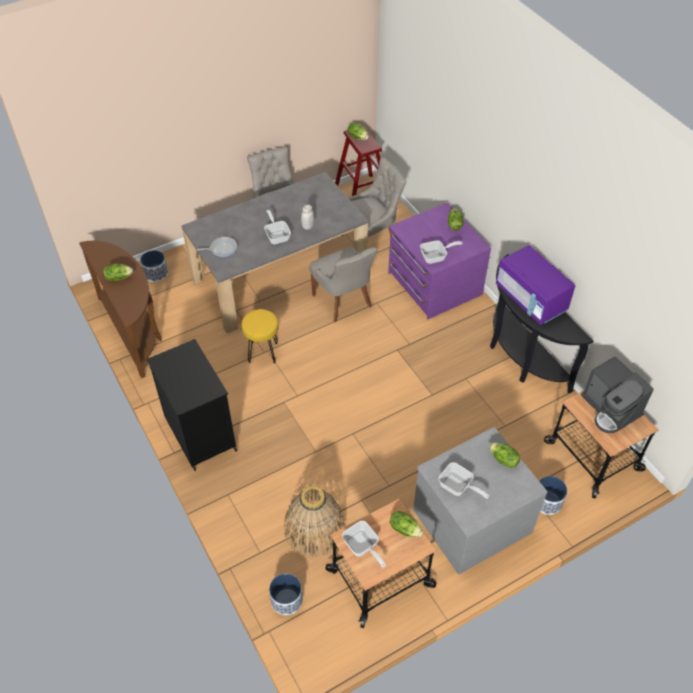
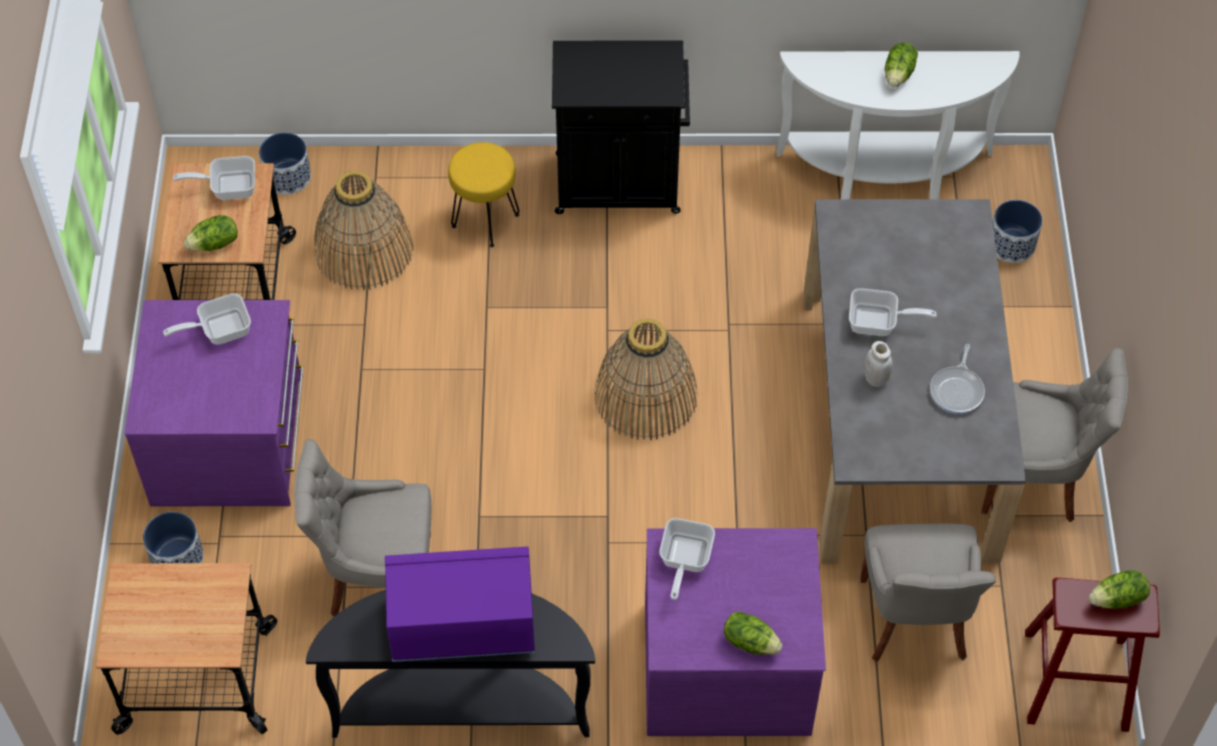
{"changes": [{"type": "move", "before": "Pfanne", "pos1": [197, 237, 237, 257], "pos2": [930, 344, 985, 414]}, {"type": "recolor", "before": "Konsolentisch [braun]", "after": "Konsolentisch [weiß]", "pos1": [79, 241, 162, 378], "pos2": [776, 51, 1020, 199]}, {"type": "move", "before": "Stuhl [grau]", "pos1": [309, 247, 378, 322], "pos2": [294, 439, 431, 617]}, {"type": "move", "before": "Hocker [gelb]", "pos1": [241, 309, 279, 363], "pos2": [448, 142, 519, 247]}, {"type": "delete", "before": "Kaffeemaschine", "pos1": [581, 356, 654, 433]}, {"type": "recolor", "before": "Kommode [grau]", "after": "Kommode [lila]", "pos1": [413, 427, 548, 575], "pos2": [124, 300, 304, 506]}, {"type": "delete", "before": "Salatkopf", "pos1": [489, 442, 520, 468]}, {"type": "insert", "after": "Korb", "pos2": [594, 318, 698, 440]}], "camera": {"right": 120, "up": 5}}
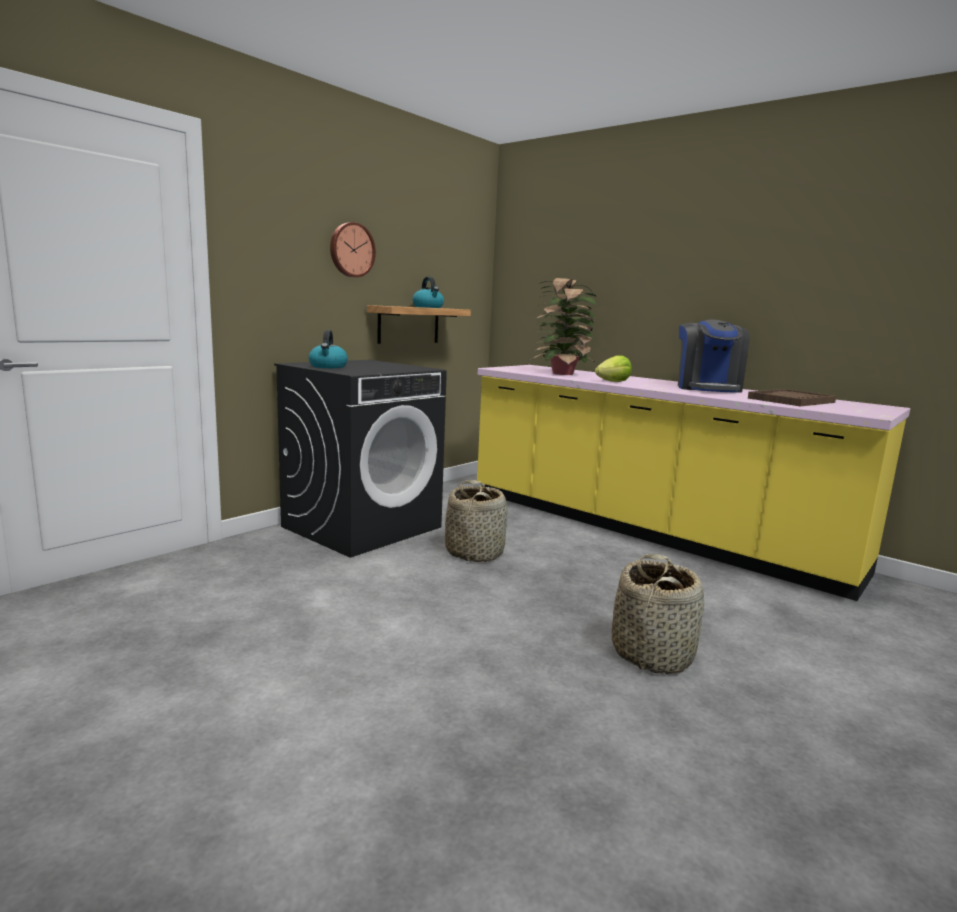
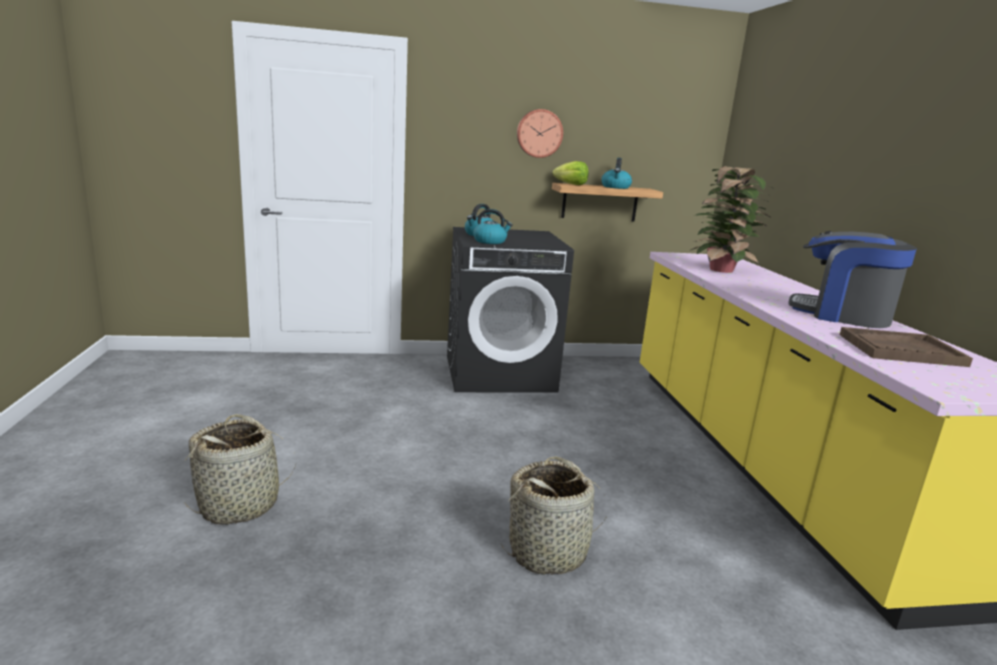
{"changes": [{"type": "rotate", "before": "Kaffeemaschine", "pos1": [678, 320, 750, 393], "pos2": [788, 231, 917, 328], "turn": 75}, {"type": "move", "before": "Salatkopf", "pos1": [595, 355, 632, 382], "pos2": [552, 161, 589, 185]}, {"type": "move", "before": "Korb", "pos1": [445, 480, 508, 562], "pos2": [184, 414, 296, 525]}, {"type": "insert", "after": "Wasserkessel", "pos2": [473, 209, 513, 244]}], "camera": {"right": 40, "up": 5}}
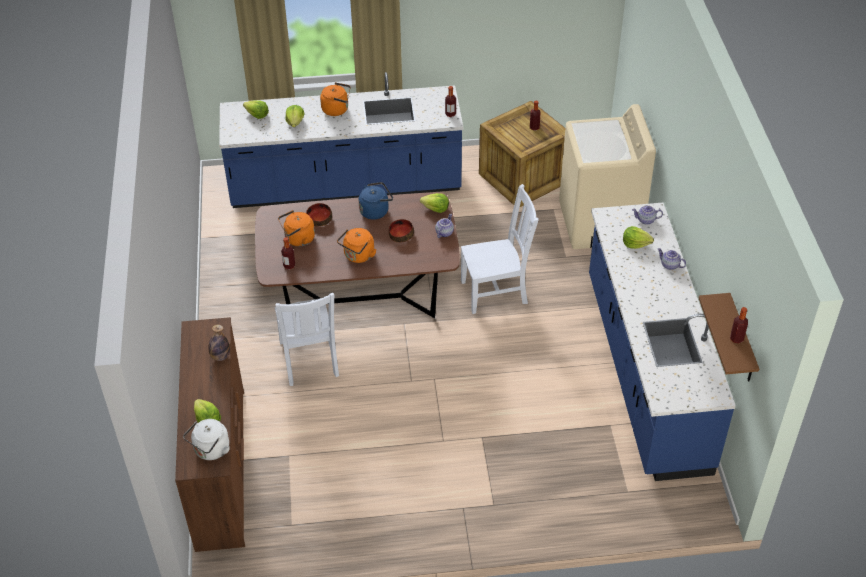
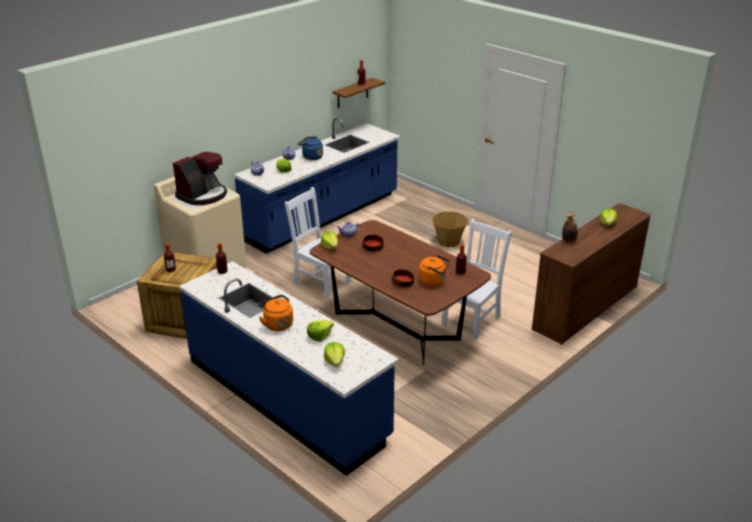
{"changes": [{"type": "move", "before": "Wasserkessel [blau]", "pos1": [359, 182, 393, 220], "pos2": [298, 136, 323, 160]}, {"type": "delete", "before": "Wasserkessel [orange]", "pos1": [337, 228, 376, 263]}, {"type": "delete", "before": "Wasserkessel [weiß]", "pos1": [183, 419, 230, 460]}, {"type": "insert", "after": "Kaffeemaschine", "pos2": [173, 152, 227, 205]}, {"type": "insert", "after": "Korb", "pos2": [432, 212, 468, 247]}], "camera": {"right": -130, "up": -15}}
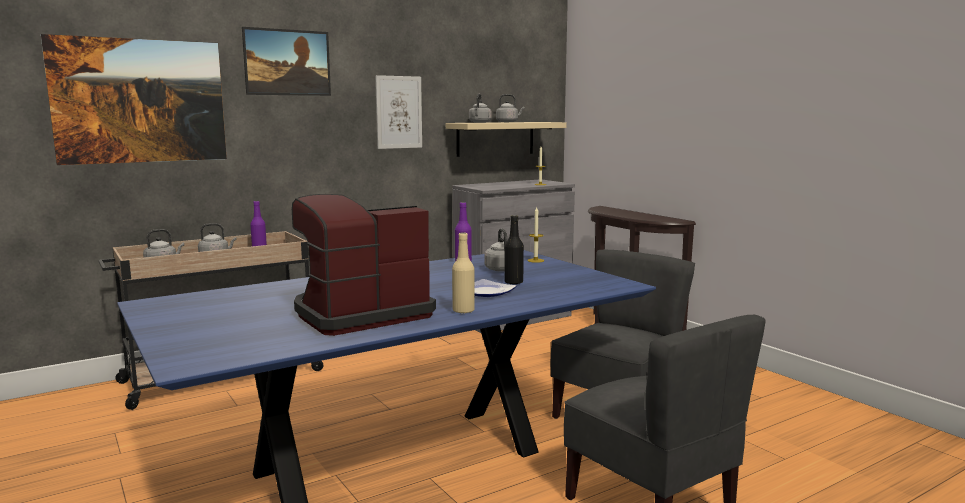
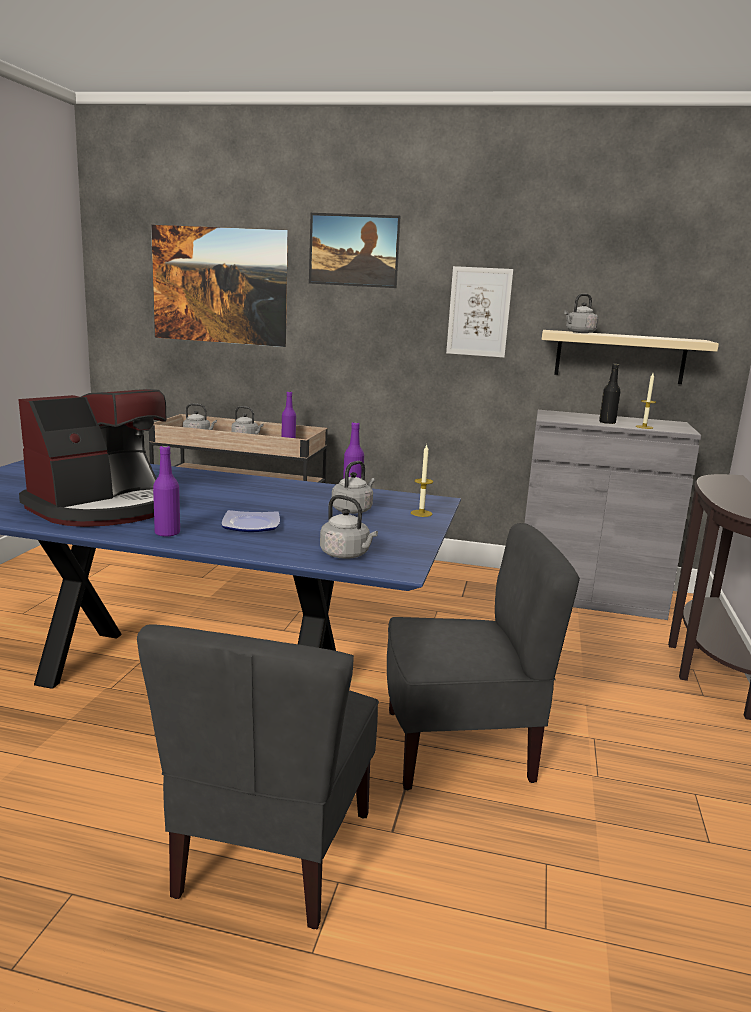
{"changes": [{"type": "move", "before": "Wasserkessel [grau]", "pos1": [496, 94, 525, 122], "pos2": [320, 495, 378, 559]}, {"type": "rotate", "before": "Kaffeemaschine", "pos1": [292, 194, 436, 336], "pos2": [18, 389, 167, 527], "turn": 120}, {"type": "move", "before": "Flasche [schwarz]", "pos1": [504, 215, 524, 284], "pos2": [599, 364, 621, 424]}, {"type": "recolor", "before": "Flasche [beige]", "after": "Flasche [lila]", "pos1": [452, 233, 475, 313], "pos2": [153, 446, 180, 537]}], "camera": {"right": 45, "up": 5}}
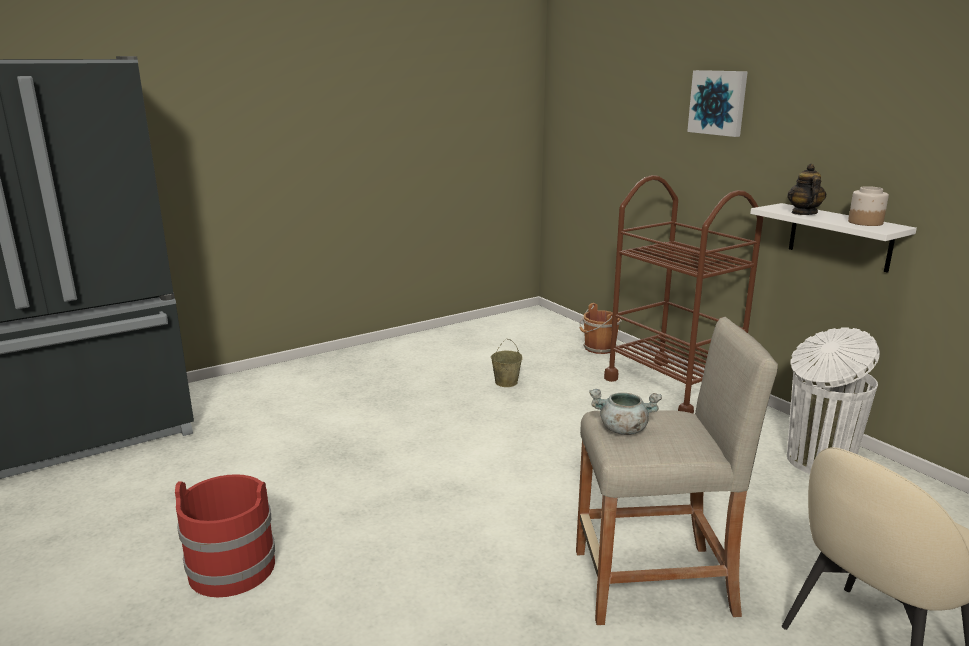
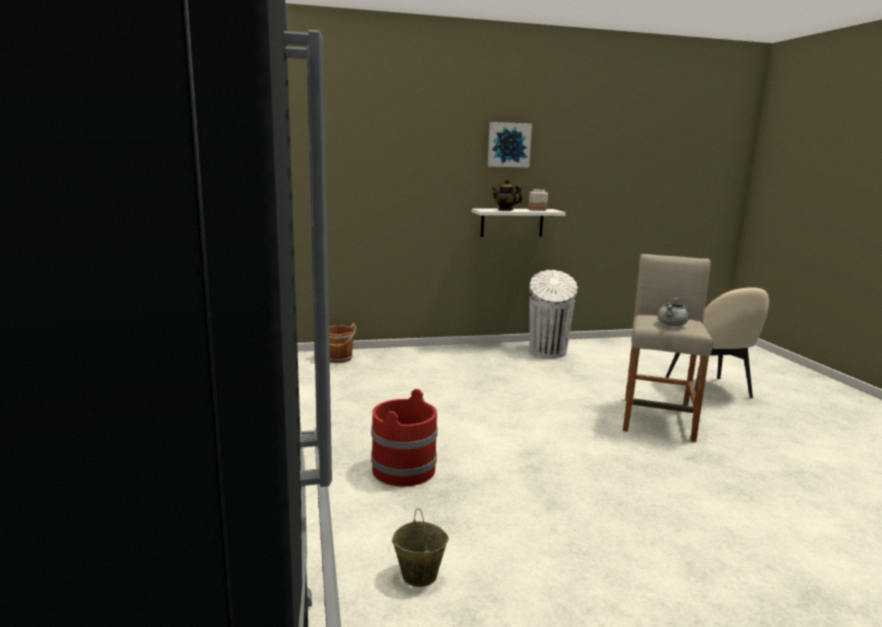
{"changes": [{"type": "move", "before": "Bild", "pos1": [687, 70, 748, 137], "pos2": [488, 122, 532, 168]}, {"type": "delete", "before": "Rollwagen [braun]", "pos1": [604, 175, 763, 414]}, {"type": "move", "before": "Eimer [beige]", "pos1": [491, 339, 523, 387], "pos2": [392, 509, 448, 587]}, {"type": "move", "before": "Eimer [rot]", "pos1": [175, 474, 275, 597], "pos2": [371, 389, 438, 487]}], "camera": {"right": -70, "up": -5}}
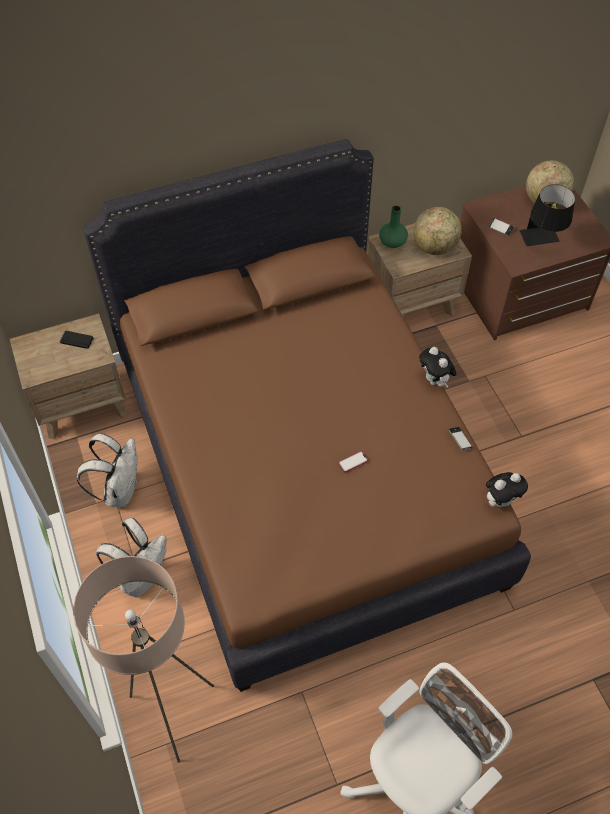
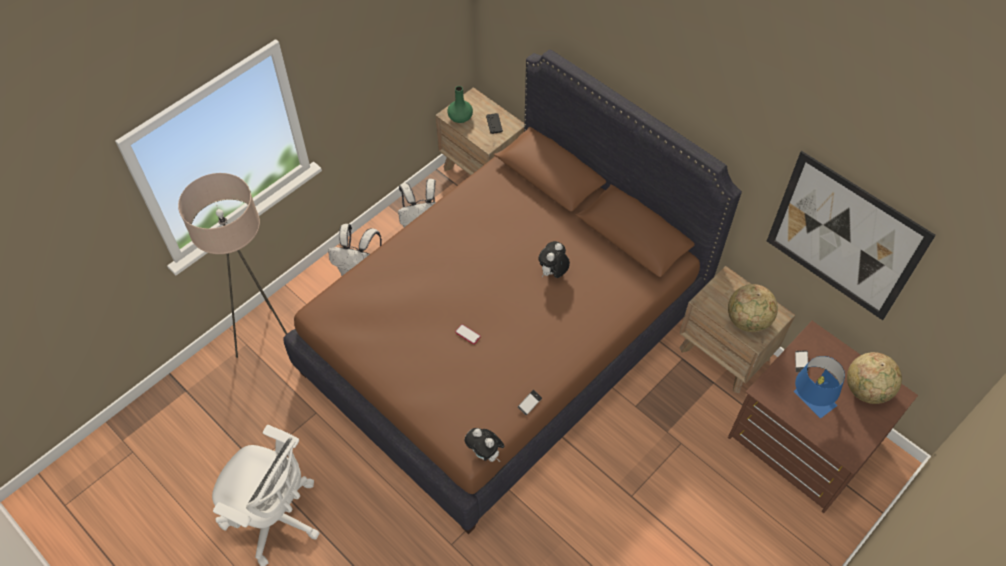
{"changes": [{"type": "recolor", "before": "Tischlampe [schwarz]", "after": "Tischlampe [blau]", "pos1": [520, 184, 575, 246], "pos2": [794, 356, 845, 418]}, {"type": "move", "before": "Vase [grün]", "pos1": [379, 205, 408, 248], "pos2": [447, 86, 473, 123]}, {"type": "move", "before": "Plüschtier", "pos1": [419, 347, 457, 388], "pos2": [538, 241, 570, 278]}, {"type": "insert", "after": "Bild", "pos2": [767, 151, 936, 320]}], "camera": {"right": 65, "up": 0}}
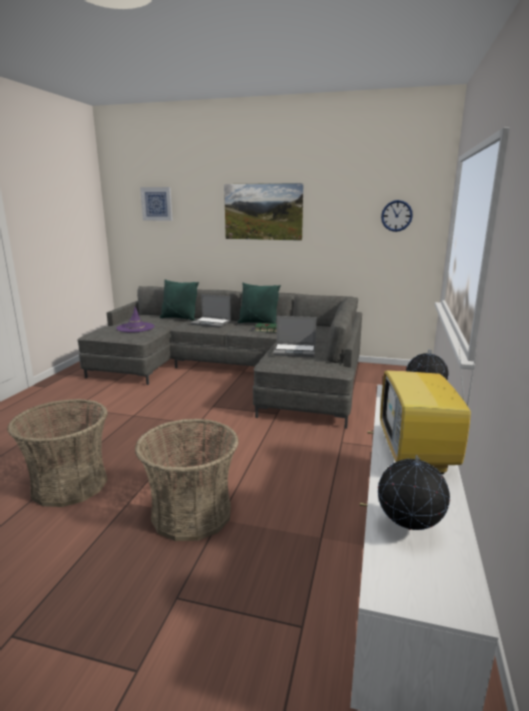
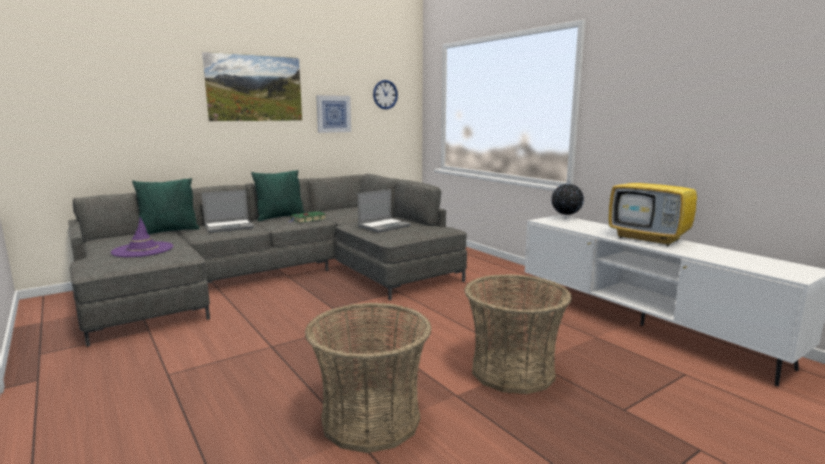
{"changes": [{"type": "move", "before": "Bild", "pos1": [140, 187, 173, 221], "pos2": [316, 95, 351, 133]}, {"type": "delete", "before": "Globus", "pos1": [378, 455, 450, 530]}], "camera": {"right": -50, "up": -5}}
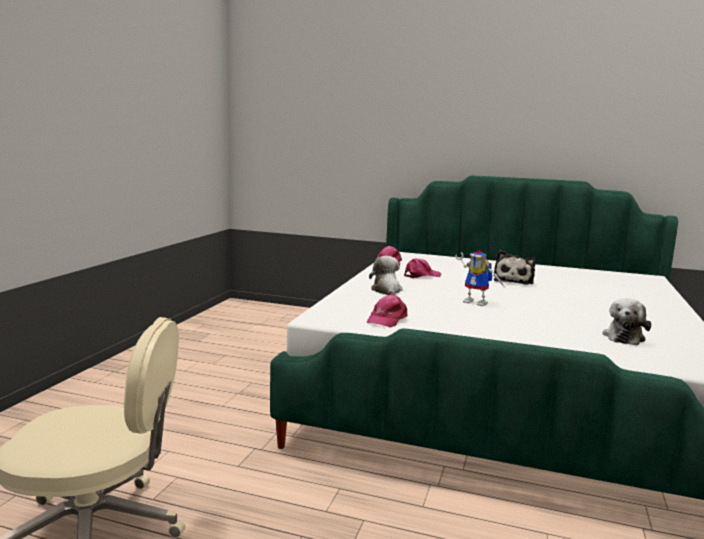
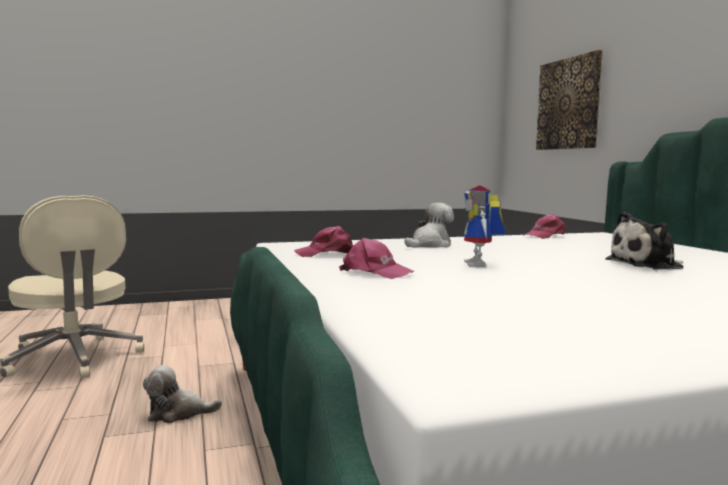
{"changes": [{"type": "move", "before": "Kappe [rosa]", "pos1": [404, 258, 442, 278], "pos2": [339, 238, 414, 279]}, {"type": "move", "before": "Plüschtier", "pos1": [602, 298, 651, 346], "pos2": [143, 365, 222, 423]}, {"type": "insert", "after": "Bild", "pos2": [536, 50, 603, 150]}], "camera": {"right": 55, "up": -5}}
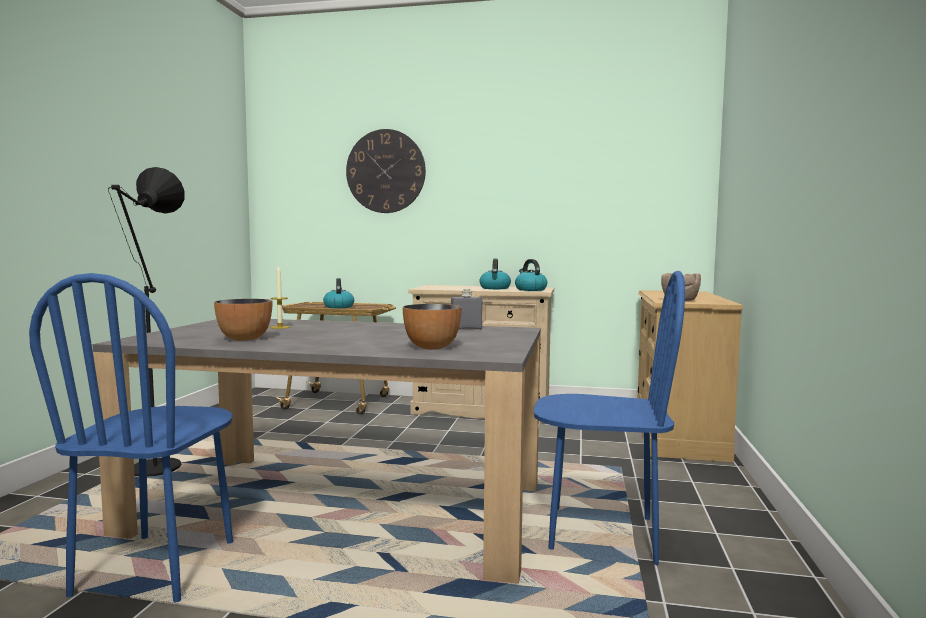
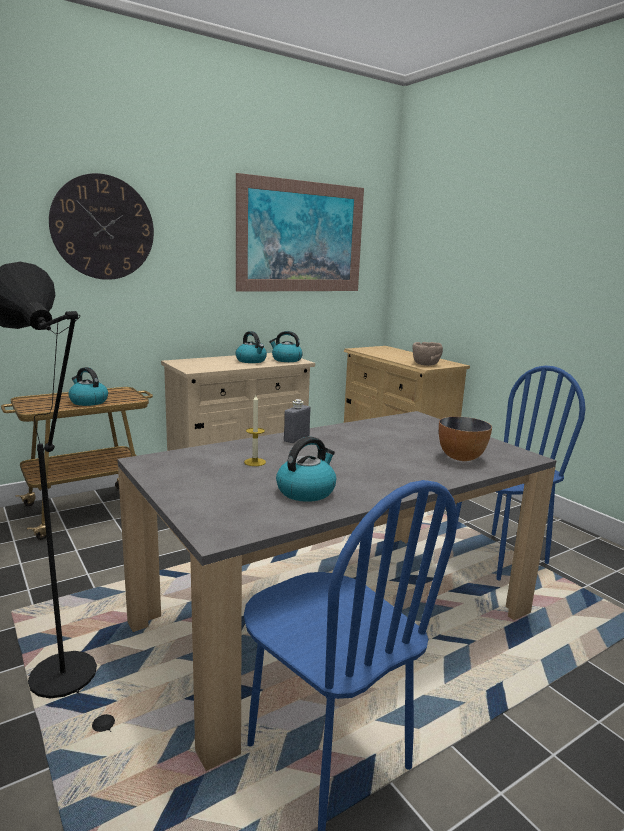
{"changes": [{"type": "move", "before": "Flasche [grau]", "pos1": [451, 289, 482, 329], "pos2": [284, 399, 310, 443]}, {"type": "replace", "before": "Schüssel", "after": "Wasserkessel", "pos1": [214, 299, 272, 341], "pos2": [276, 437, 336, 502]}, {"type": "insert", "after": "Bild", "pos2": [236, 173, 364, 292]}], "camera": {"right": -45, "up": 10}}
